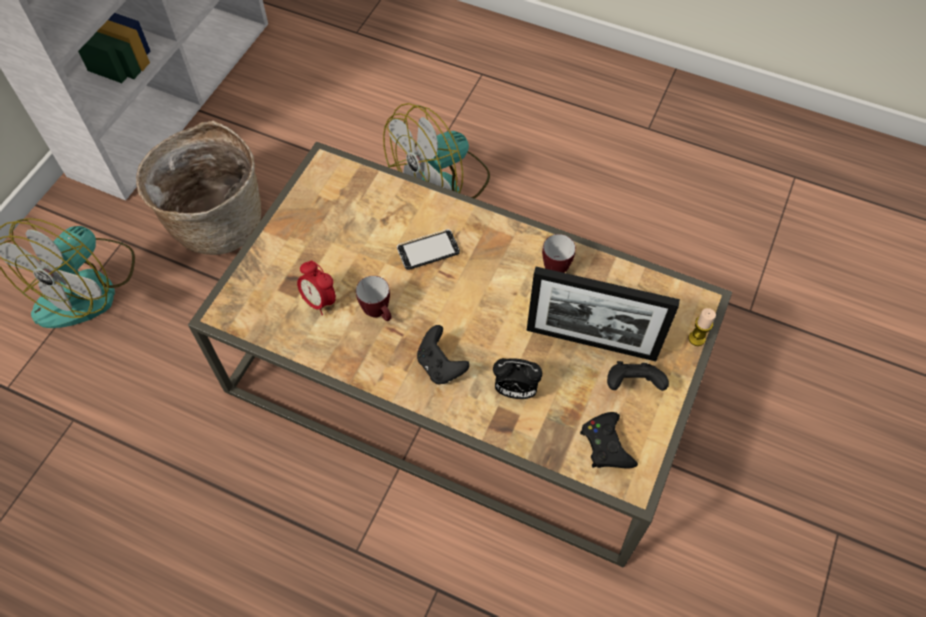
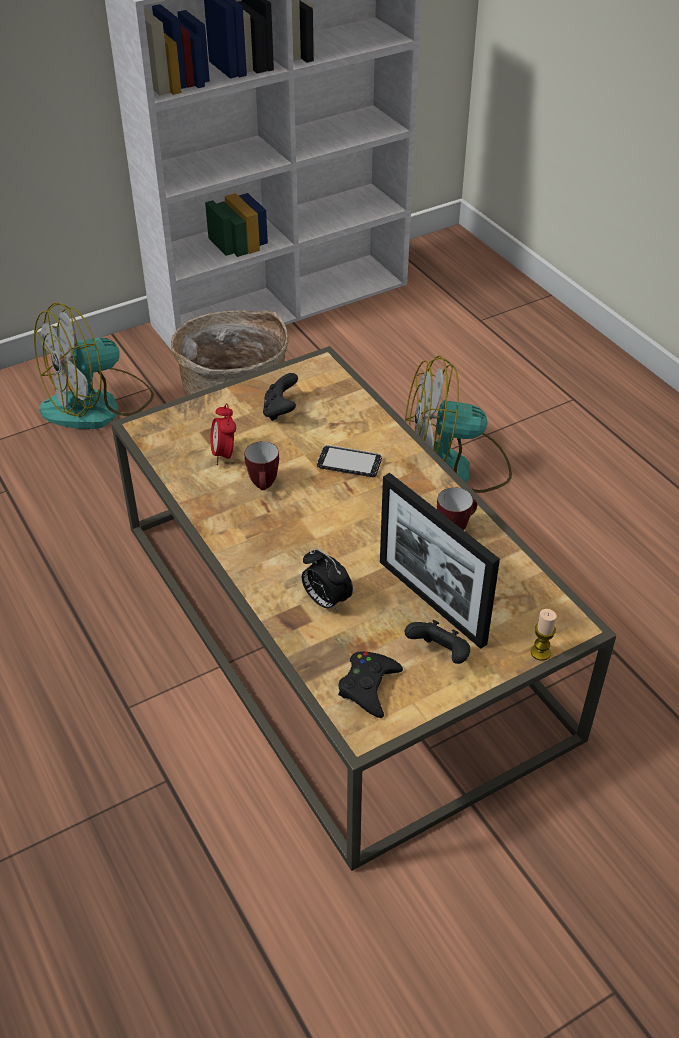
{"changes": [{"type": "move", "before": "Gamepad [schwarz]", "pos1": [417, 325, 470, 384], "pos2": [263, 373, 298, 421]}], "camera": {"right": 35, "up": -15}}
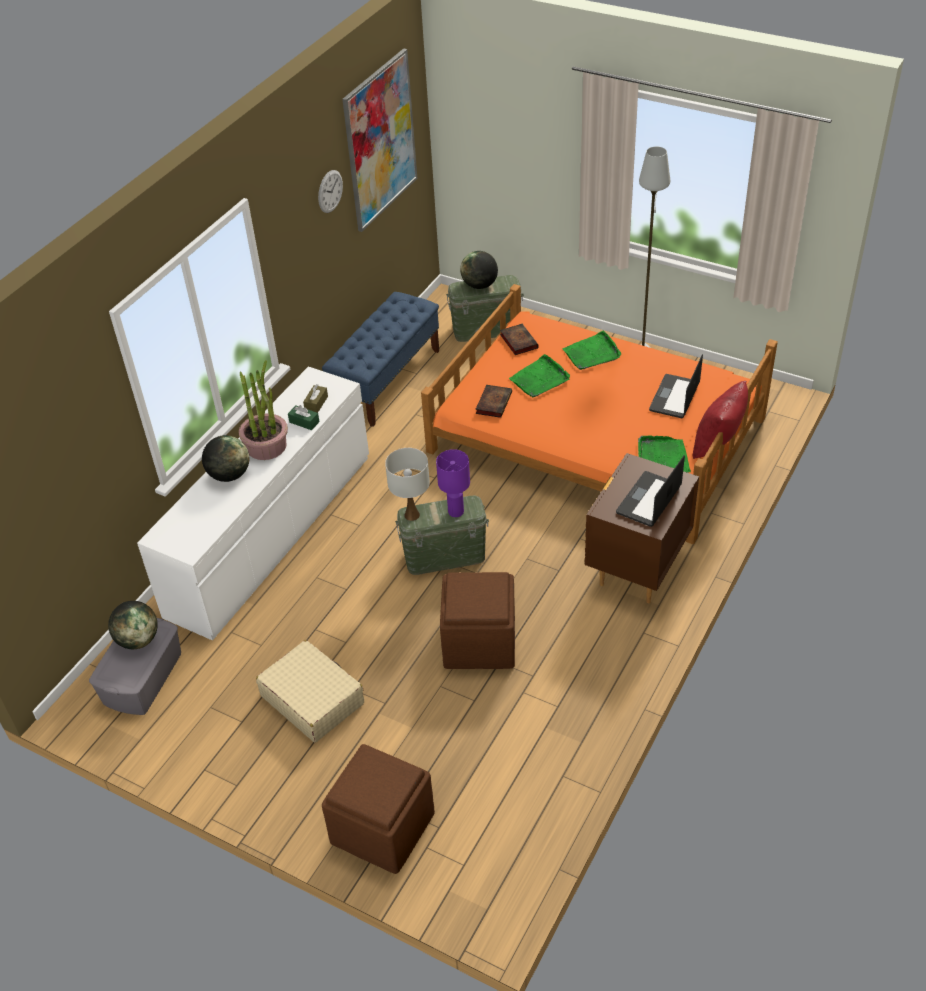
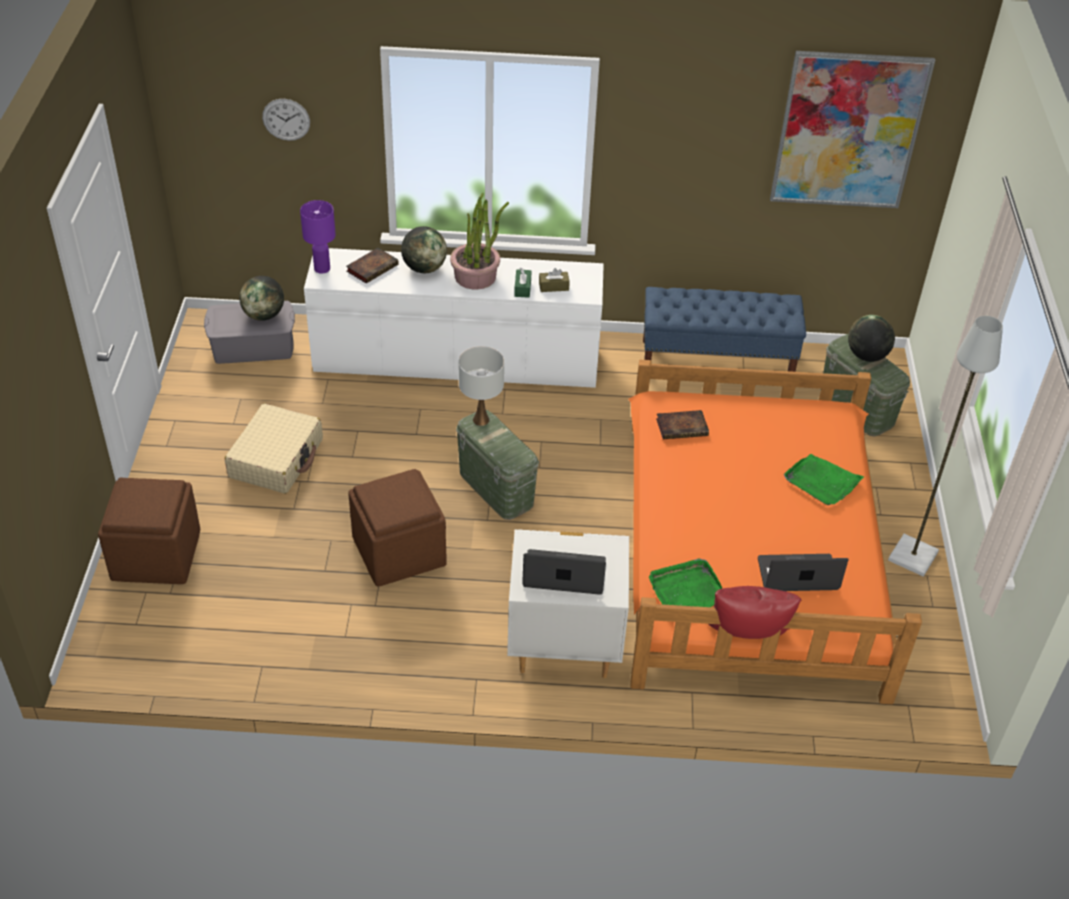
{"changes": [{"type": "move", "before": "Wanduhr", "pos1": [318, 170, 343, 213], "pos2": [262, 99, 310, 141]}, {"type": "move", "before": "Buch", "pos1": [500, 324, 539, 355], "pos2": [346, 248, 399, 283]}, {"type": "delete", "before": "Tablett [grün]", "pos1": [509, 354, 570, 397]}, {"type": "move", "before": "Tischlampe [lila]", "pos1": [436, 449, 470, 517], "pos2": [300, 200, 336, 273]}, {"type": "recolor", "before": "Nachttisch [braun]", "after": "Nachttisch [weiß]", "pos1": [585, 453, 699, 603], "pos2": [507, 529, 629, 678]}], "camera": {"right": 60, "up": 0}}
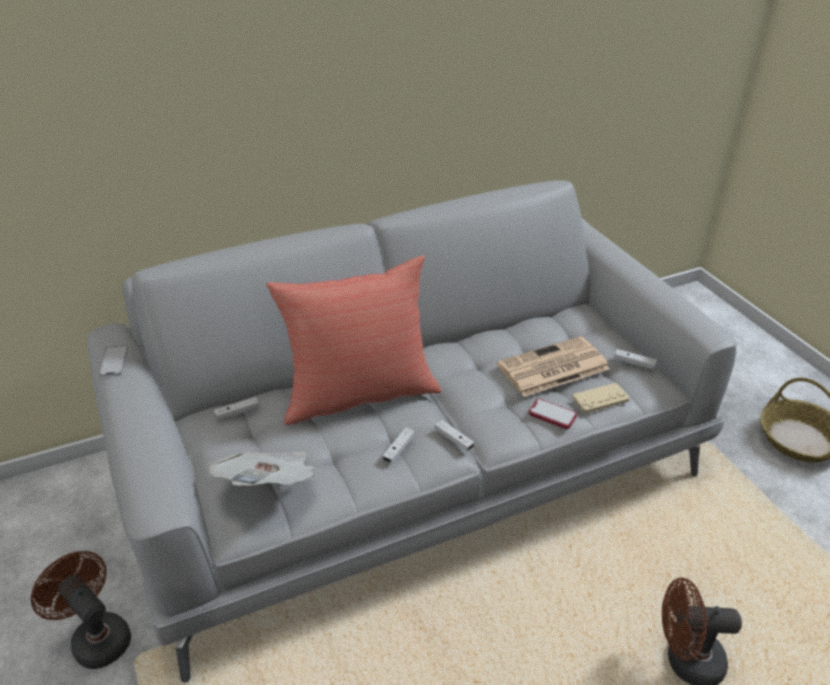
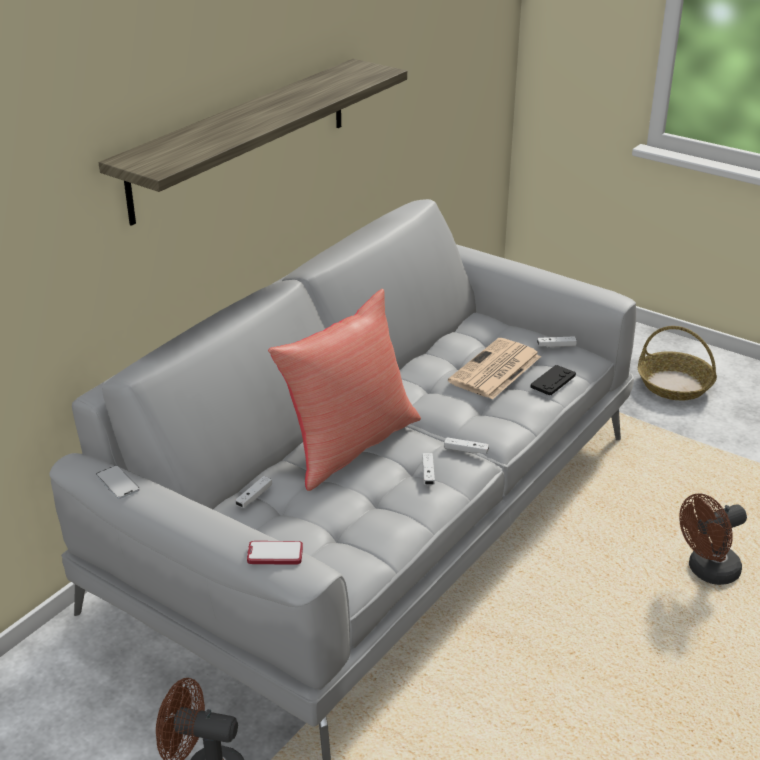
{"changes": [{"type": "recolor", "before": "Gamepad [beige]", "after": "Gamepad [schwarz]", "pos1": [572, 383, 630, 413], "pos2": [530, 365, 576, 395]}, {"type": "move", "before": "Handy", "pos1": [529, 399, 577, 429], "pos2": [247, 541, 303, 564]}, {"type": "delete", "before": "Zeitung", "pos1": [209, 451, 315, 486]}, {"type": "insert", "after": "Wandregal", "pos2": [99, 59, 407, 226]}], "camera": {"right": -30, "up": -5}}
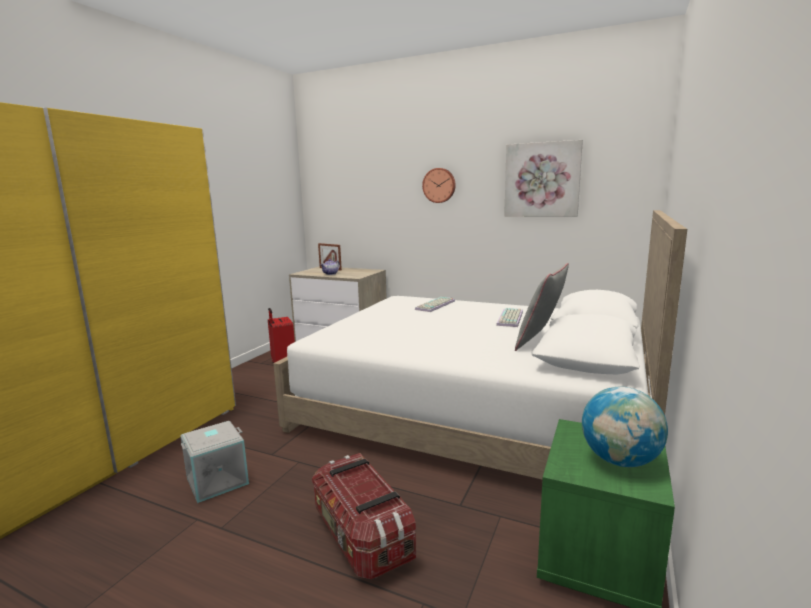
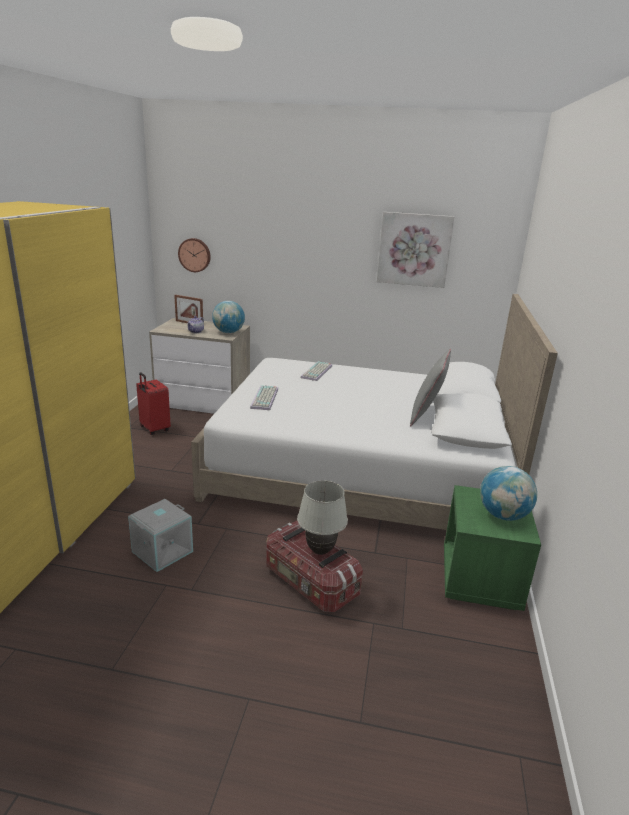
{"changes": [{"type": "move", "before": "Wanduhr", "pos1": [422, 168, 456, 203], "pos2": [178, 238, 211, 272]}, {"type": "move", "before": "Tastatur", "pos1": [496, 308, 523, 327], "pos2": [250, 385, 278, 410]}, {"type": "insert", "after": "Globus", "pos2": [212, 301, 245, 333]}, {"type": "insert", "after": "Tischlampe [weiß]", "pos2": [297, 481, 348, 555]}], "camera": {"right": -15, "up": 10}}
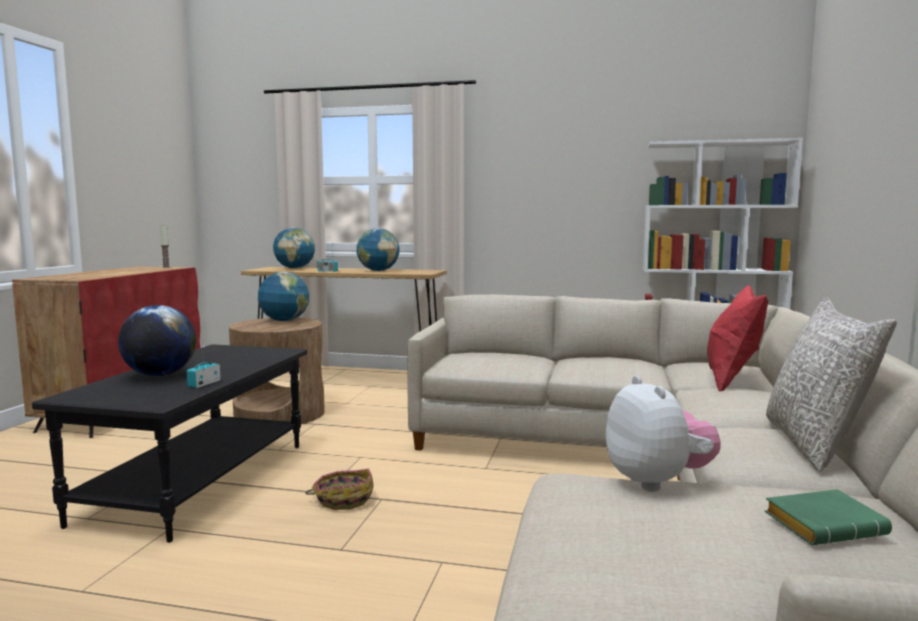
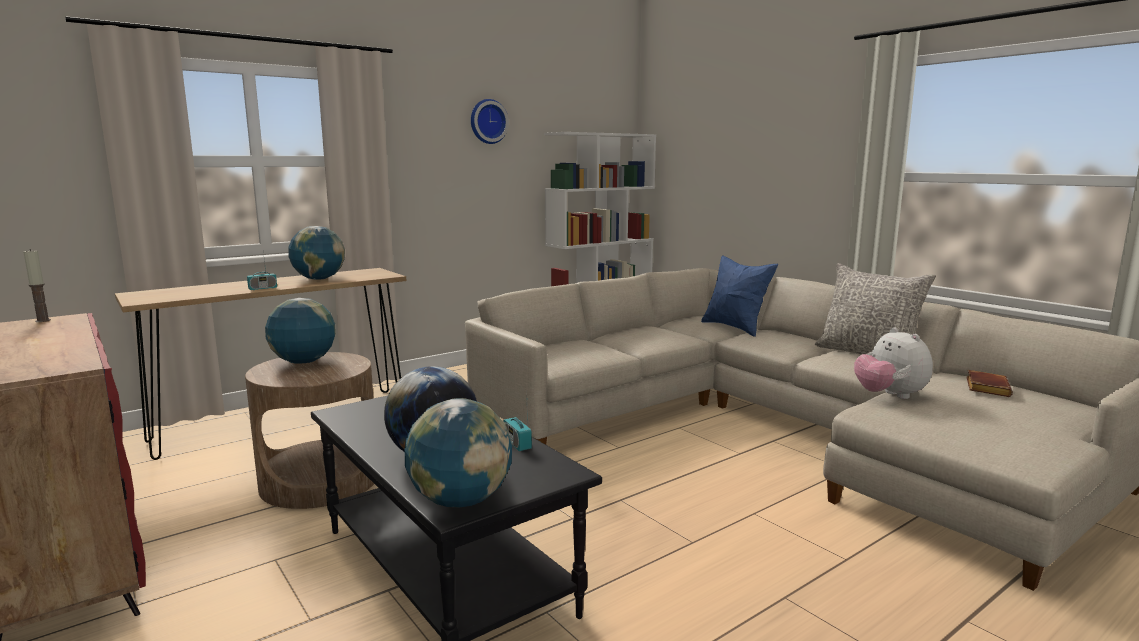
{"changes": [{"type": "move", "before": "Globus", "pos1": [273, 227, 315, 268], "pos2": [405, 398, 512, 508]}, {"type": "recolor", "before": "Kissen [rot]", "after": "Kissen [blau]", "pos1": [707, 284, 768, 391], "pos2": [701, 256, 778, 337]}, {"type": "rotate", "before": "Plüschtier", "pos1": [606, 375, 721, 492], "pos2": [854, 327, 933, 399], "turn": -135}, {"type": "delete", "before": "Korb", "pos1": [305, 469, 374, 510]}, {"type": "recolor", "before": "Buch [grün]", "after": "Buch [braun]", "pos1": [765, 489, 892, 545], "pos2": [967, 370, 1013, 397]}, {"type": "insert", "after": "Wanduhr", "pos2": [471, 99, 509, 144]}], "camera": {"right": -50, "up": 5}}
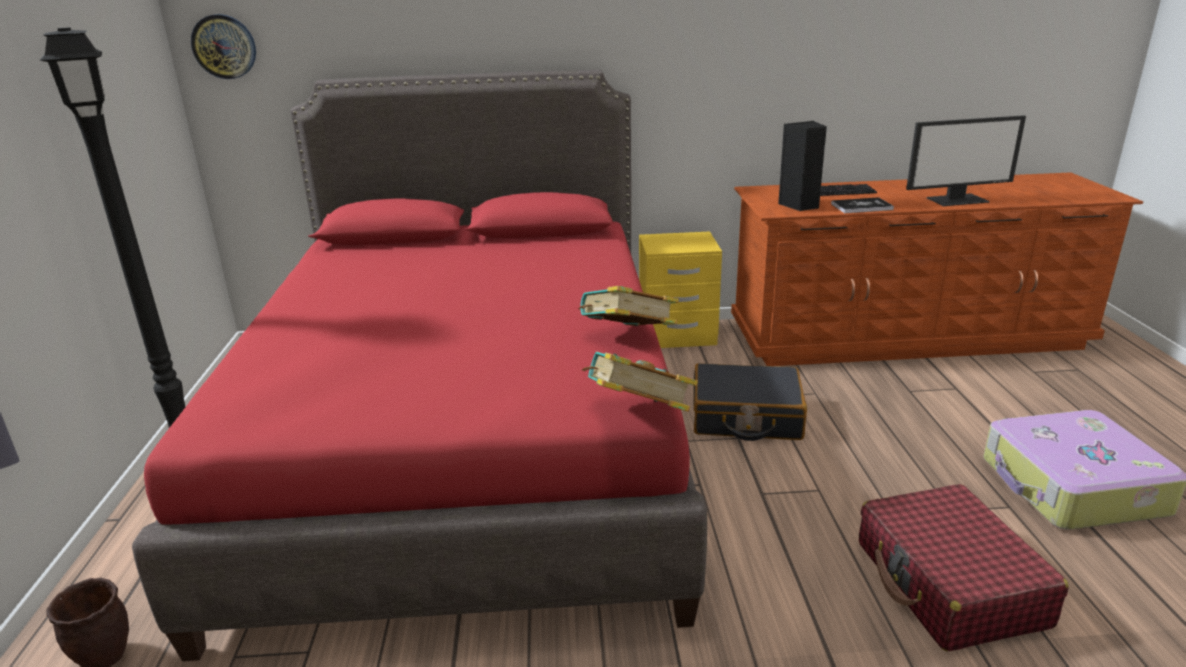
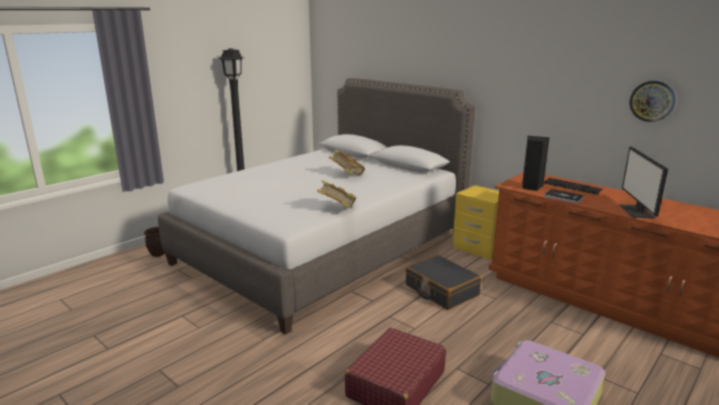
{"changes": [{"type": "move", "before": "Wanduhr", "pos1": [191, 14, 256, 79], "pos2": [629, 81, 676, 122]}, {"type": "recolor", "before": "Bett [rot]", "after": "Bett [grau]", "pos1": [132, 70, 707, 661], "pos2": [158, 78, 475, 335]}, {"type": "rotate", "before": "Monitor", "pos1": [906, 115, 1026, 206], "pos2": [619, 146, 668, 219], "turn": 60}, {"type": "move", "before": "Buch", "pos1": [582, 352, 698, 412], "pos2": [329, 149, 365, 175]}], "camera": {"right": 45, "up": -5}}
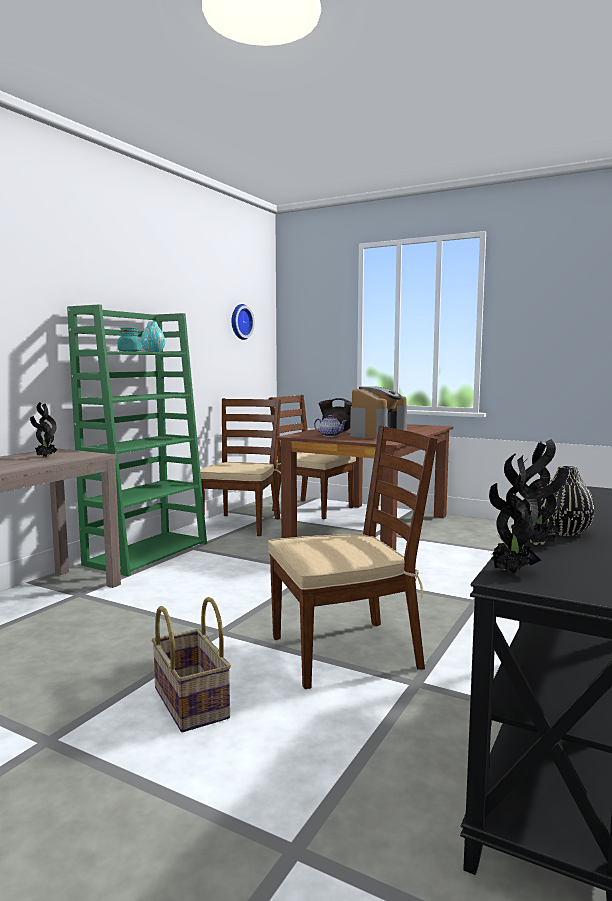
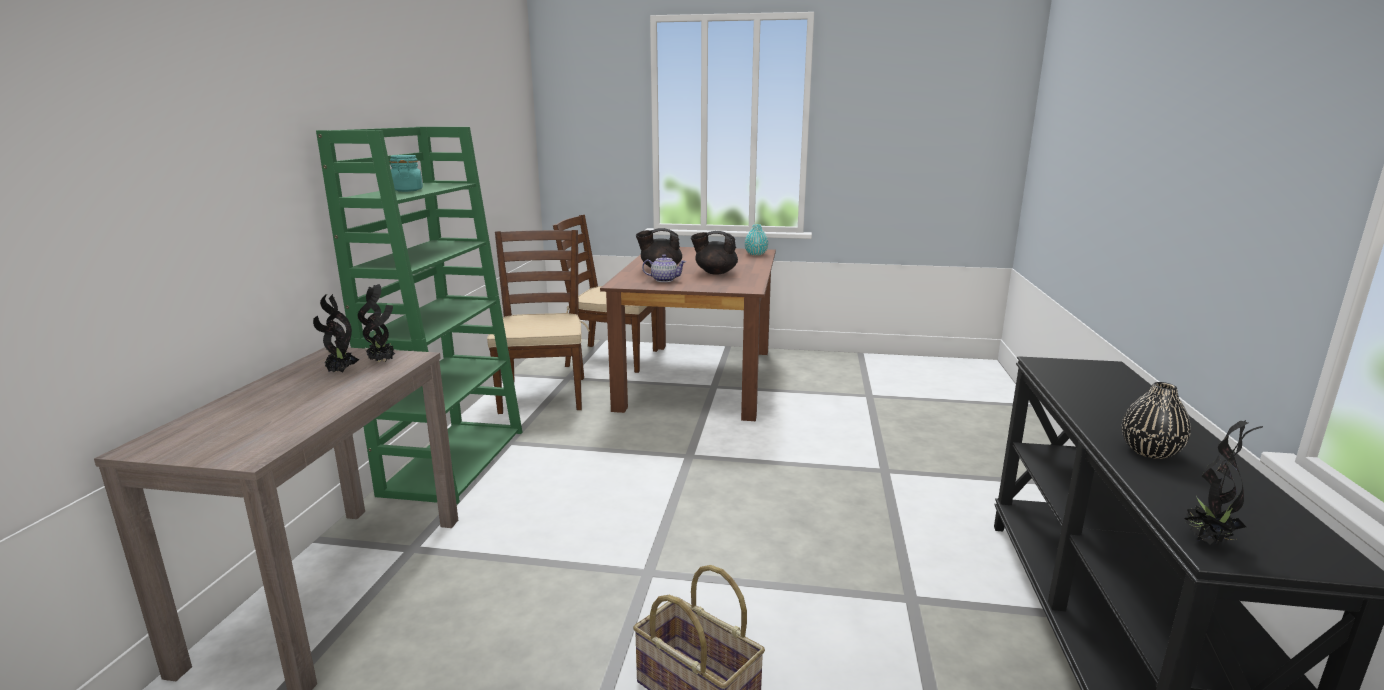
{"changes": [{"type": "delete", "before": "Wanduhr", "pos1": [231, 304, 255, 340]}, {"type": "move", "before": "Vase [türkis]", "pos1": [141, 321, 165, 352], "pos2": [745, 224, 768, 256]}, {"type": "replace", "before": "Kaffeemaschine", "after": "Teekanne [schwarz]", "pos1": [350, 386, 407, 439], "pos2": [691, 231, 738, 275]}, {"type": "delete", "before": "Stuhl [braun]", "pos1": [268, 425, 438, 689]}, {"type": "move", "before": "Topfpflanze", "pos1": [519, 439, 569, 545], "pos2": [358, 284, 395, 362]}], "camera": {"right": -20, "up": 10}}
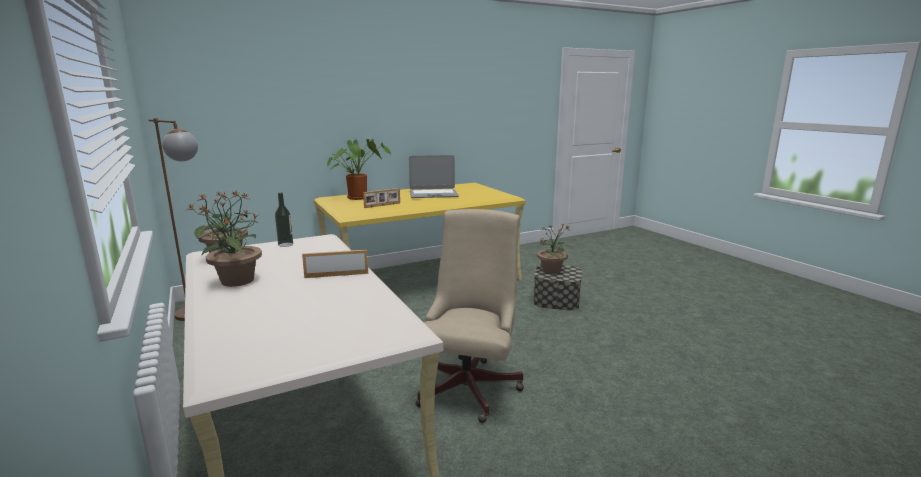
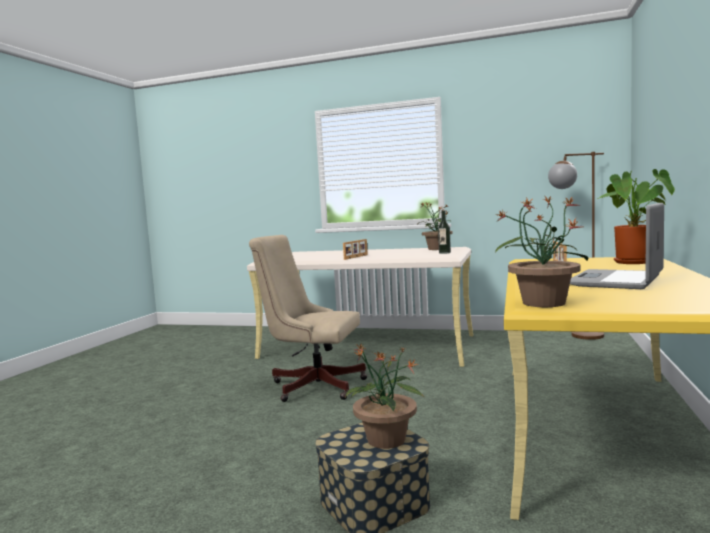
{"changes": [{"type": "move", "before": "Topfpflanze", "pos1": [198, 201, 262, 287], "pos2": [495, 196, 588, 307]}, {"type": "rotate", "before": "Bürostuhl [beige]", "pos1": [416, 209, 524, 423], "pos2": [249, 235, 367, 402], "turn": 135}], "camera": {"right": 135, "up": -10}}
